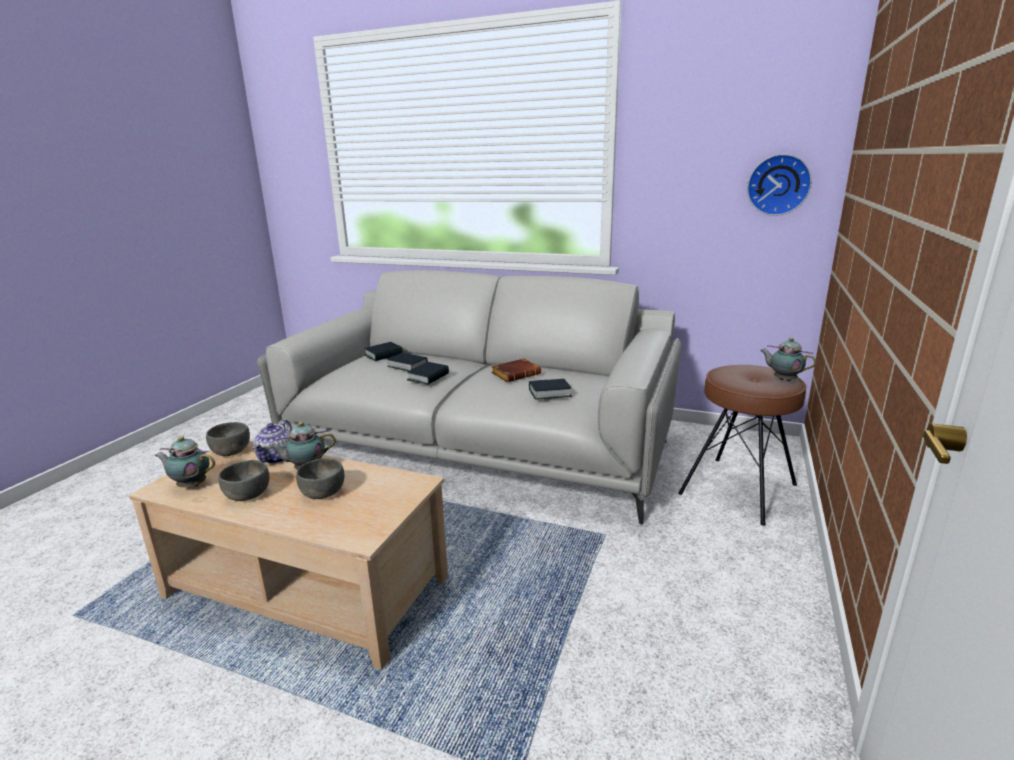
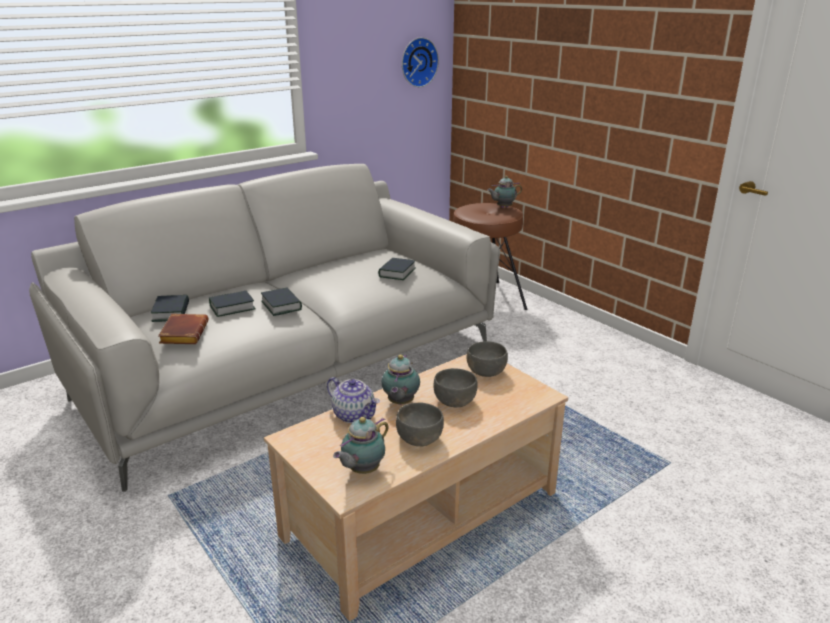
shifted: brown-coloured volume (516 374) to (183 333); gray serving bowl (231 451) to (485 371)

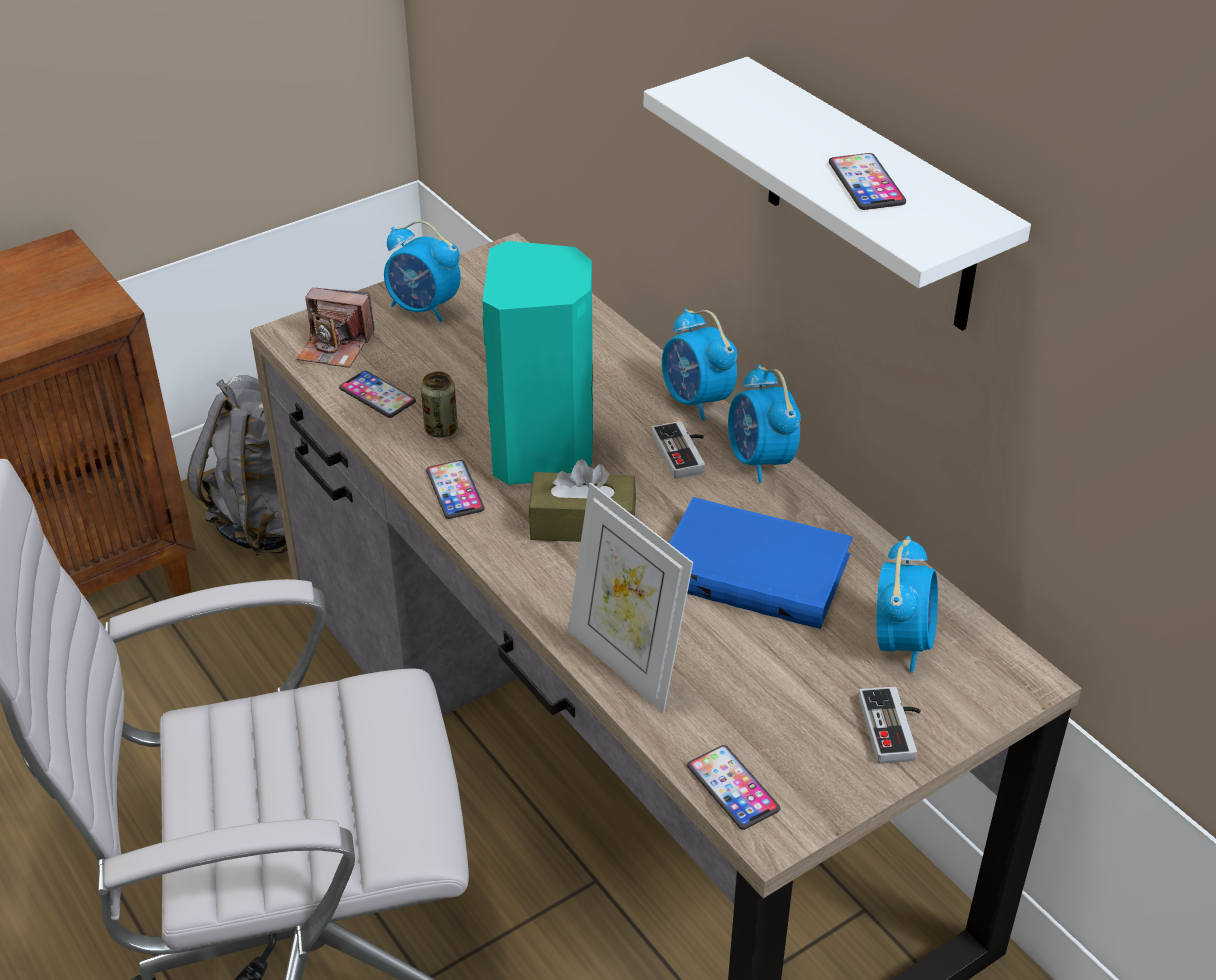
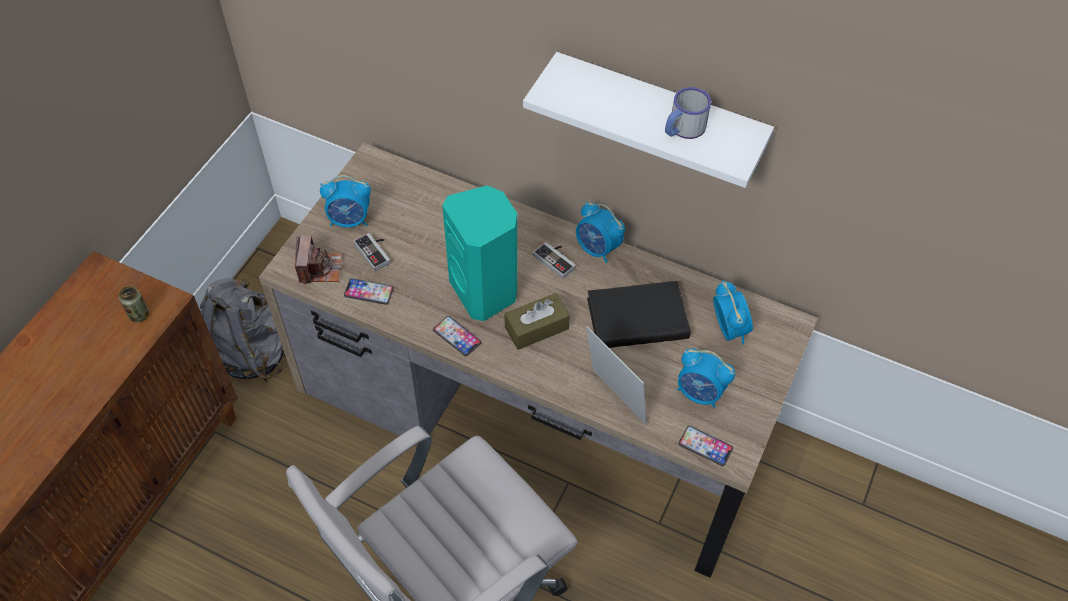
shifted: bedside clock (696 401) to (700 393); sealed can (441 429) to (139 315); gamepad (895 728) to (376 252)
swapped: phone (866 183) to mug (682 129)
repainted: bluish volume (756 568) to black-coloured volume (637 316)
rotated: still camera (336 347) = (320 268) 75 degrees counterclockwise; photo frame (626 663) = (613 401) 150 degrees counterclockwise

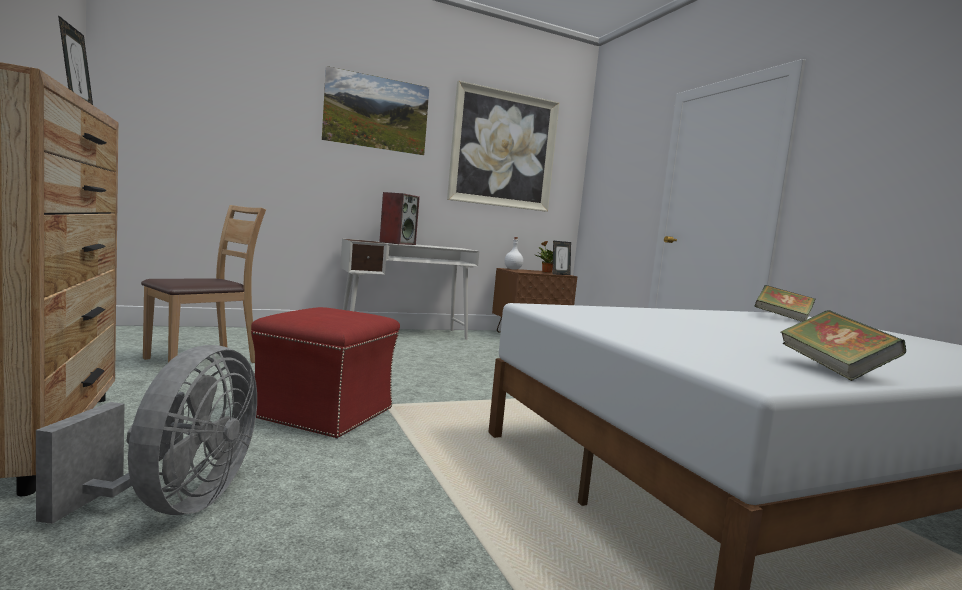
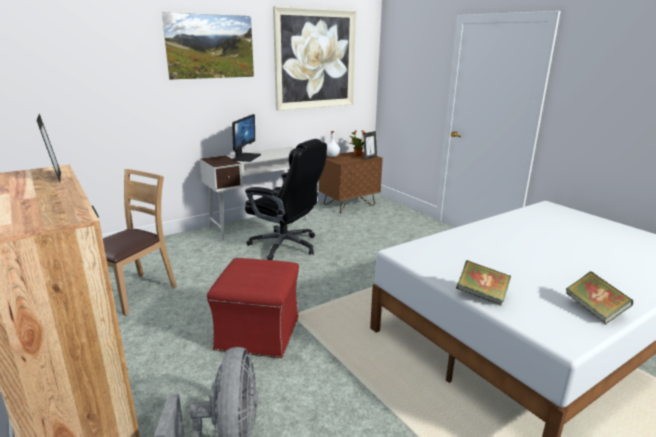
new: black-coloured computer chair (286 246)
shifted: volume (782 318) to (481 295)
swapped: speaker (397 243) to computer screen (246 157)

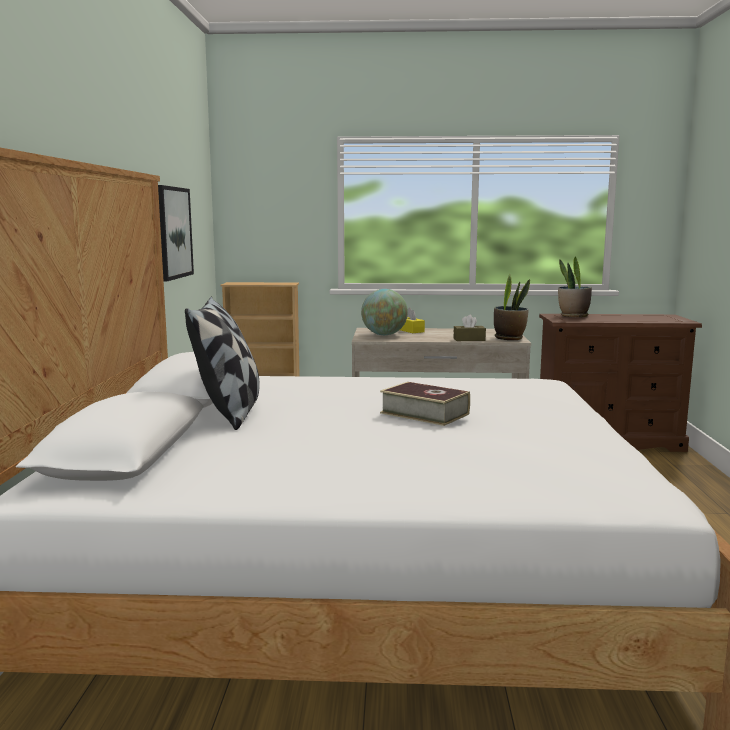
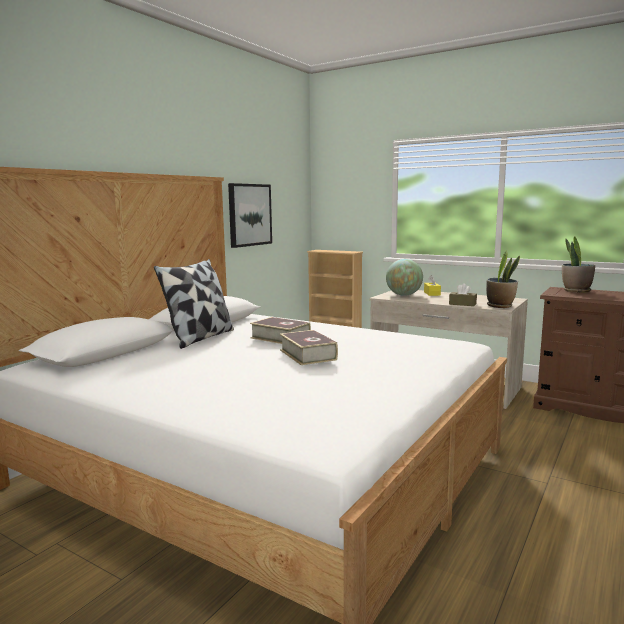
new: volume (280 338)

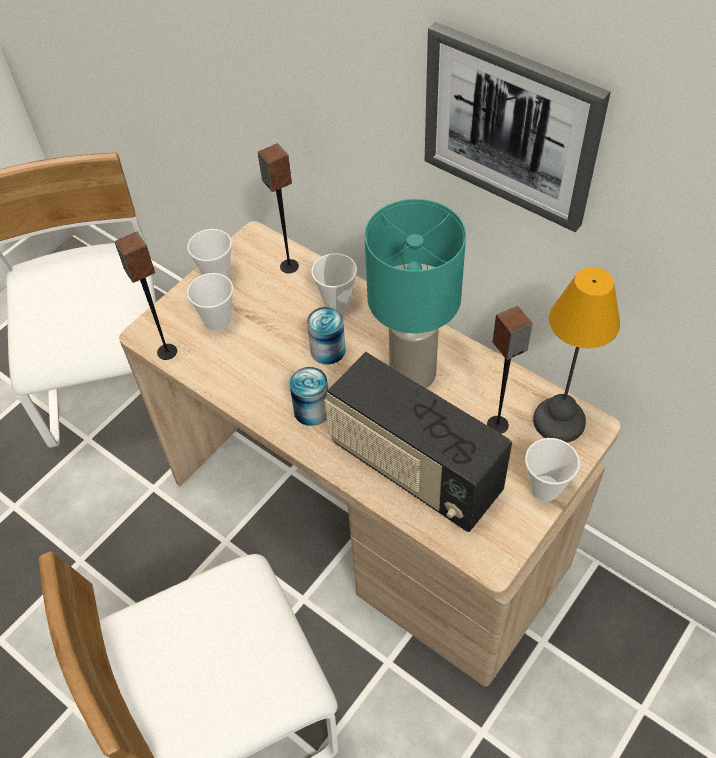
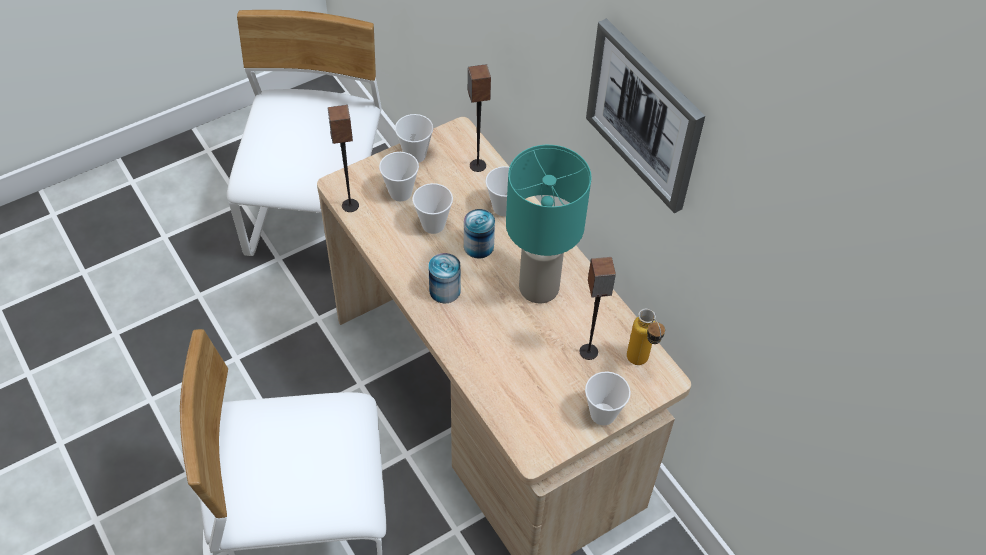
gone: radio receiver (413 469)
new: small cup (433 225)
swapped: tabletop lamp (558 419) to bottle (641 364)

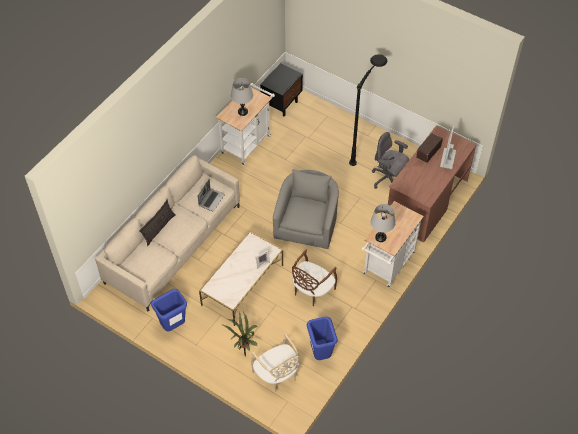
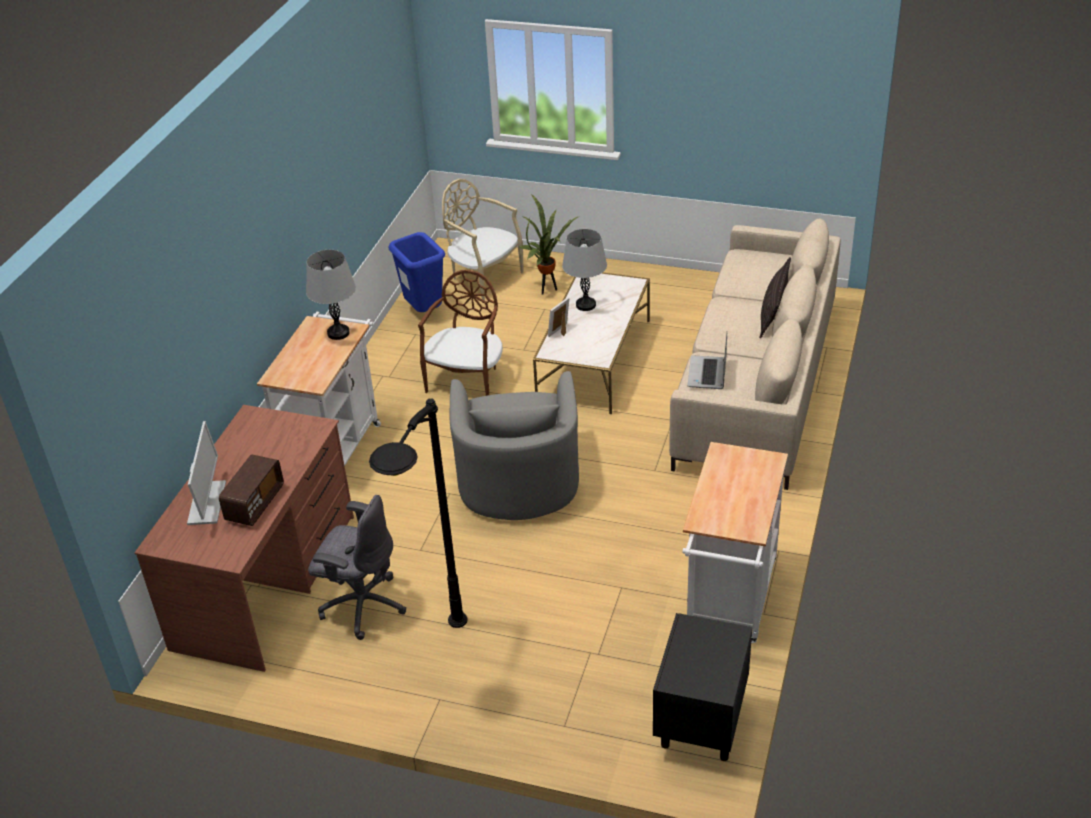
gone: bluish trash can (173 326)
shifted: gray tabletop lamp (242 112) to (586 305)

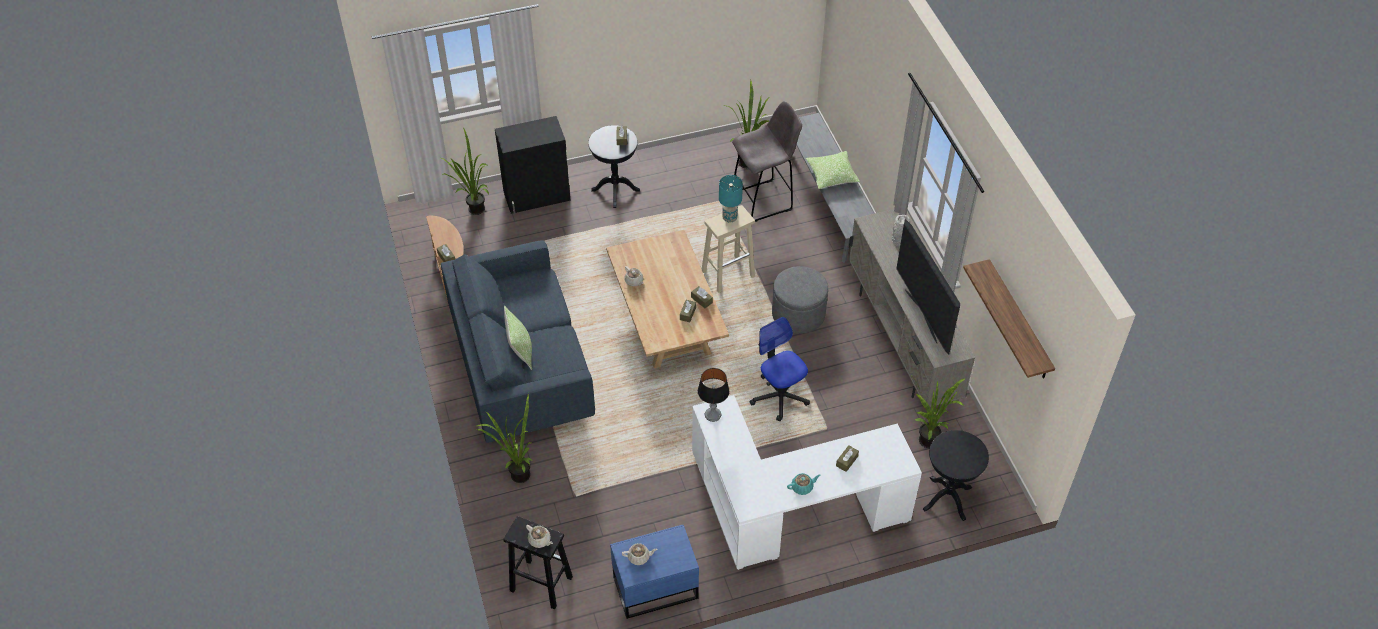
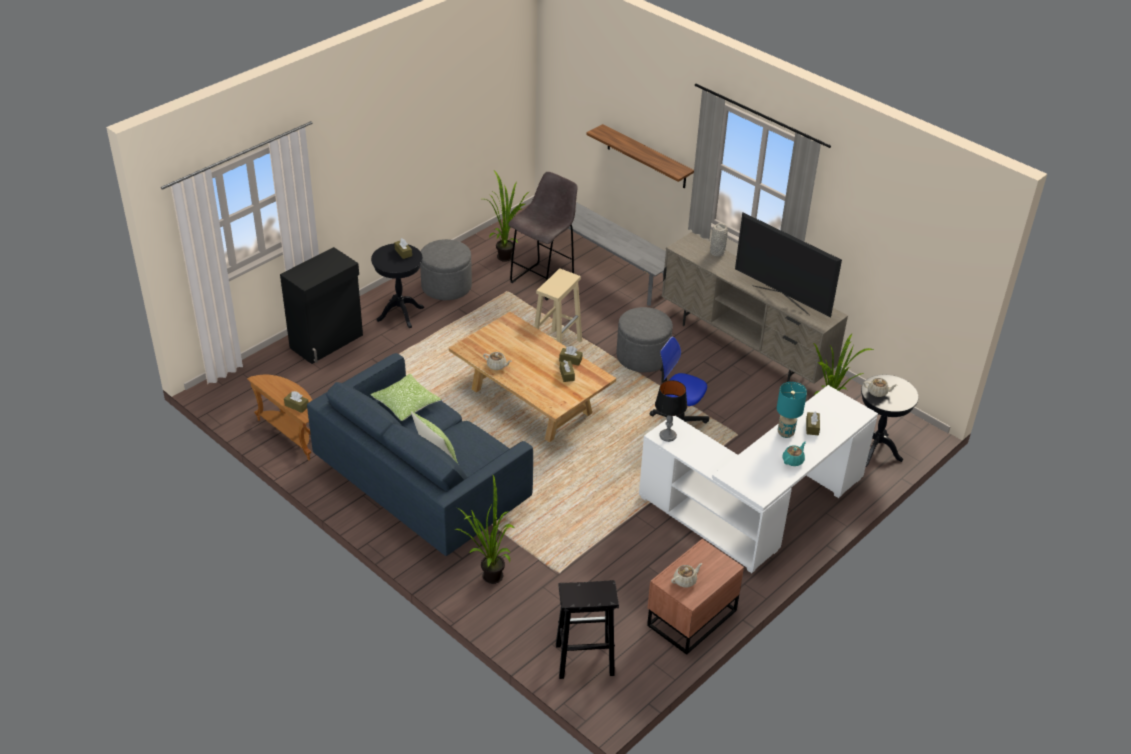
gone: plant in a pot (473 211)
new: gray ottoman (446 286)
shifted: throw pillow (832 175) to (406 404); blue-green tabletop lamp (730 218) to (786 433); bracket shelf (1018 321) to (646 157); beige-coloured tea pot (540 540) to (878 392)
repainted: bluish bedside table (654 586) to brown-coloured bedside table (689 618)

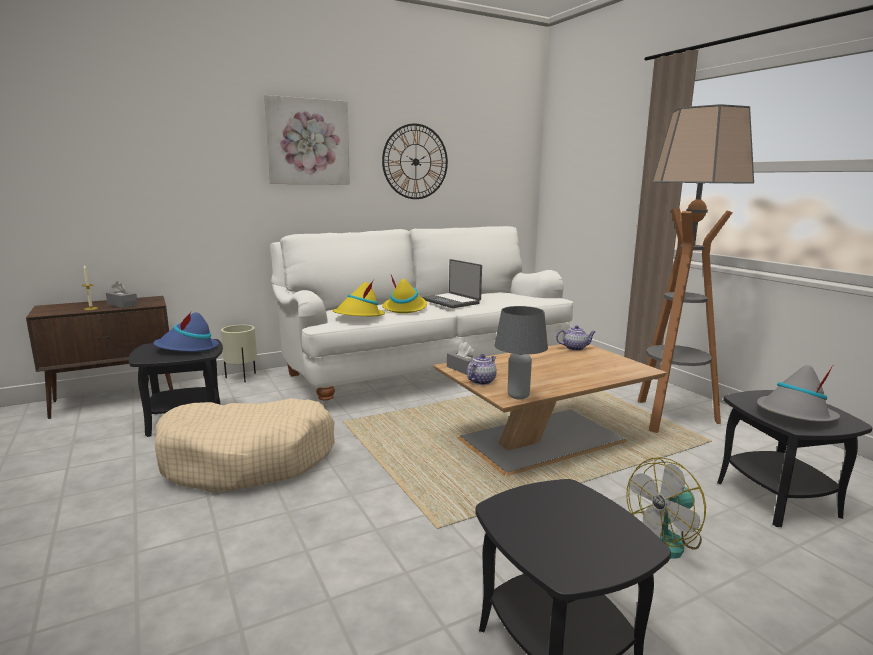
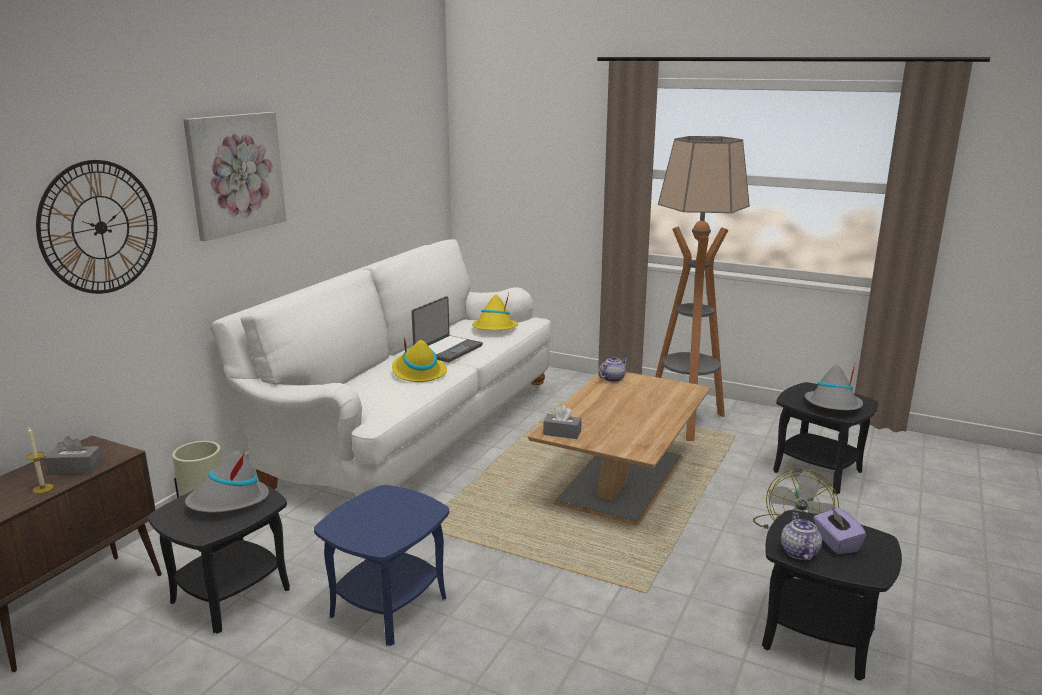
gone: gray tabletop lamp (518 396)
new: purple-coloured tissue box (836 543)
shifted: clock on the wall (415 162) to (100 227); yellow wearable hat (359 316) to (495 329); tea pot (481 381) to (798 551)
swapped: beige-coloured dog bed (248 460) to bluish accent table (388 607)
repainted: bluish wearable hat (187 348) to gray wearable hat (228 501)
rotated: portable computer (452 301) = (447 349) 75 degrees counterclockwise

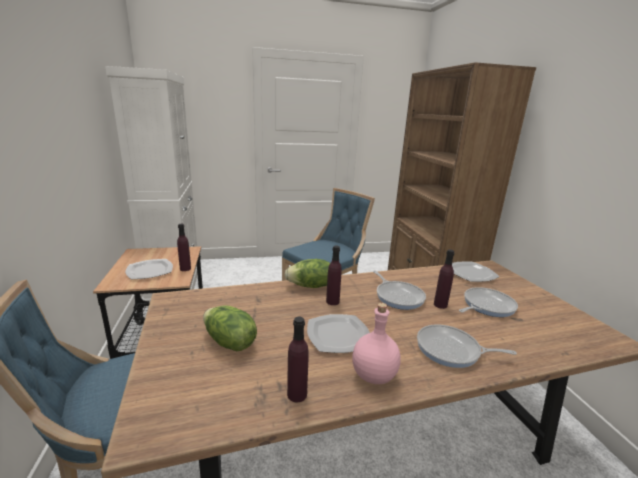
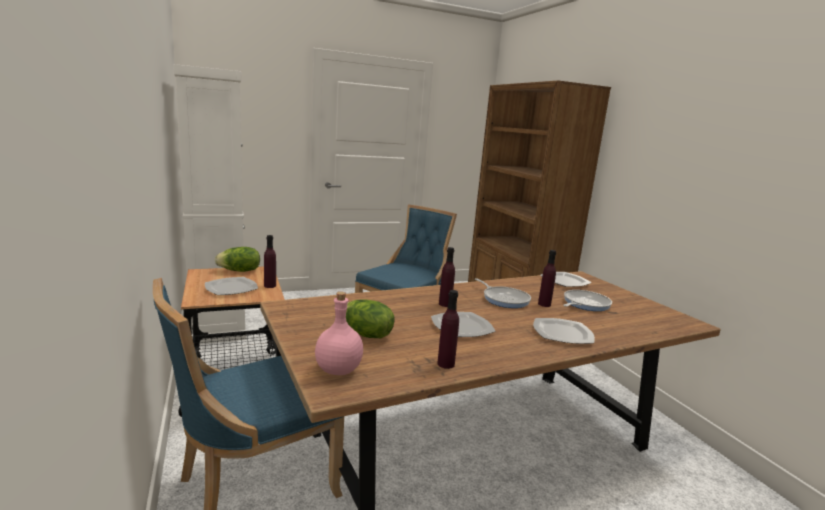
shifted: lettuce head (311 286) to (239 271); pinkish bottle (373 375) to (337 370)
swapped: frying pan (451 350) to dinner plate (563 333)

